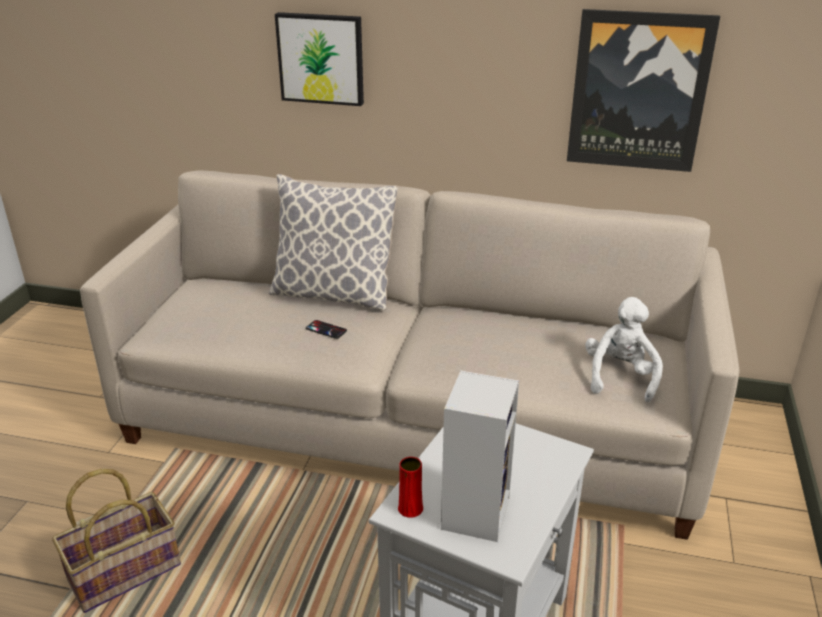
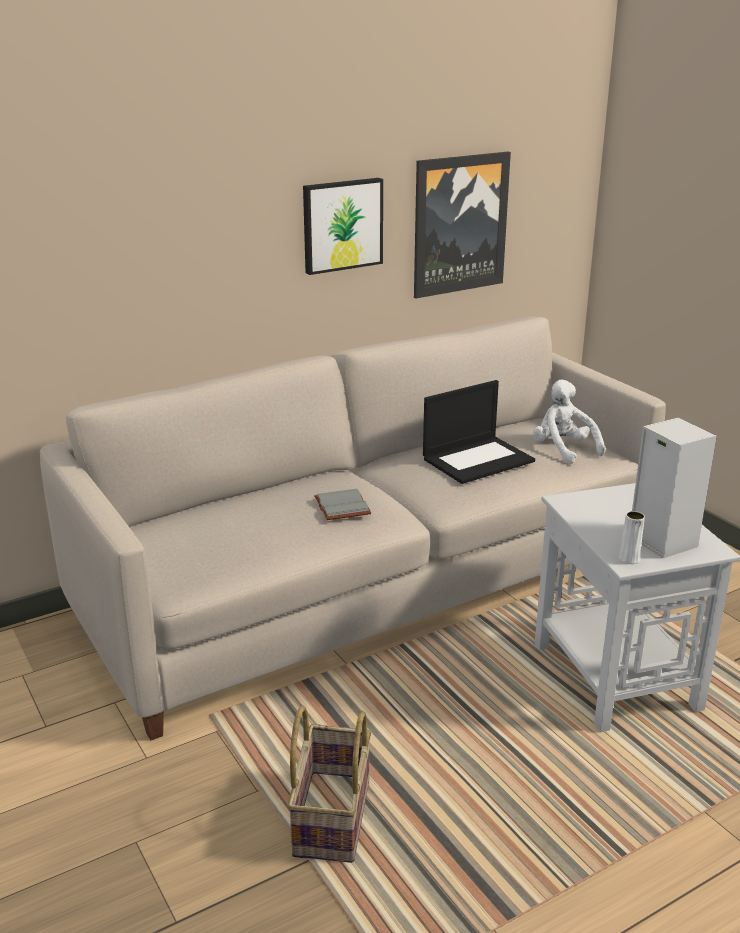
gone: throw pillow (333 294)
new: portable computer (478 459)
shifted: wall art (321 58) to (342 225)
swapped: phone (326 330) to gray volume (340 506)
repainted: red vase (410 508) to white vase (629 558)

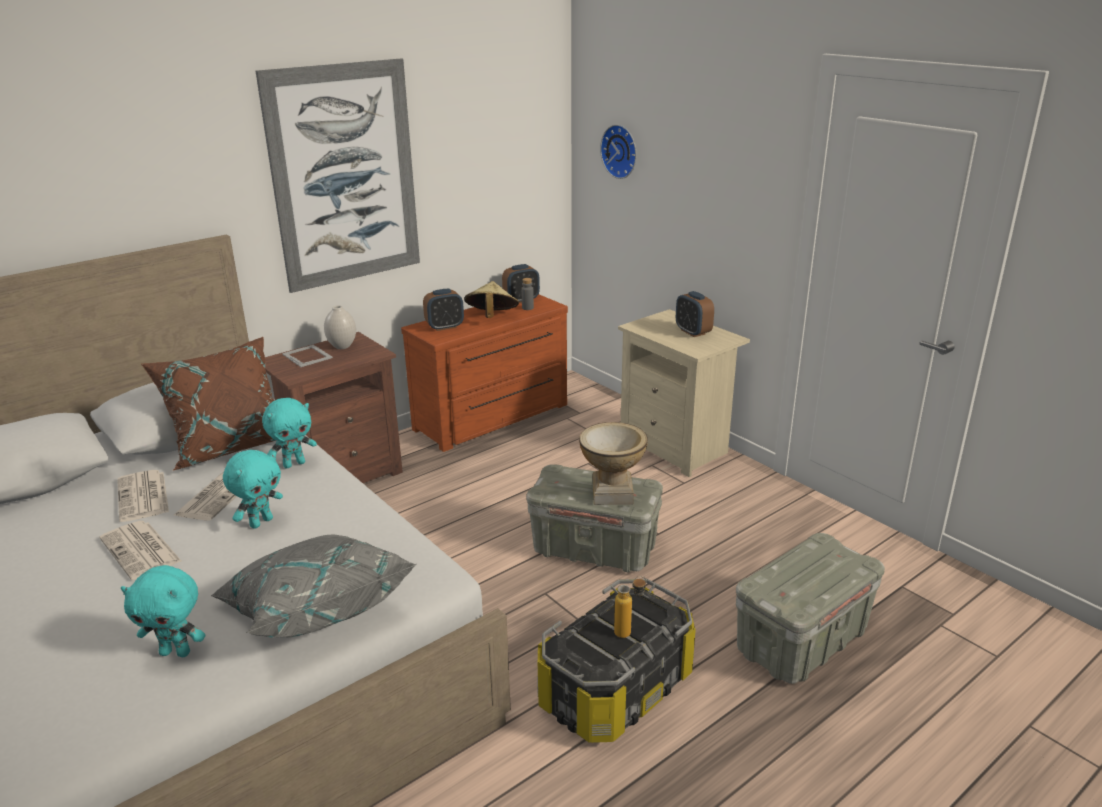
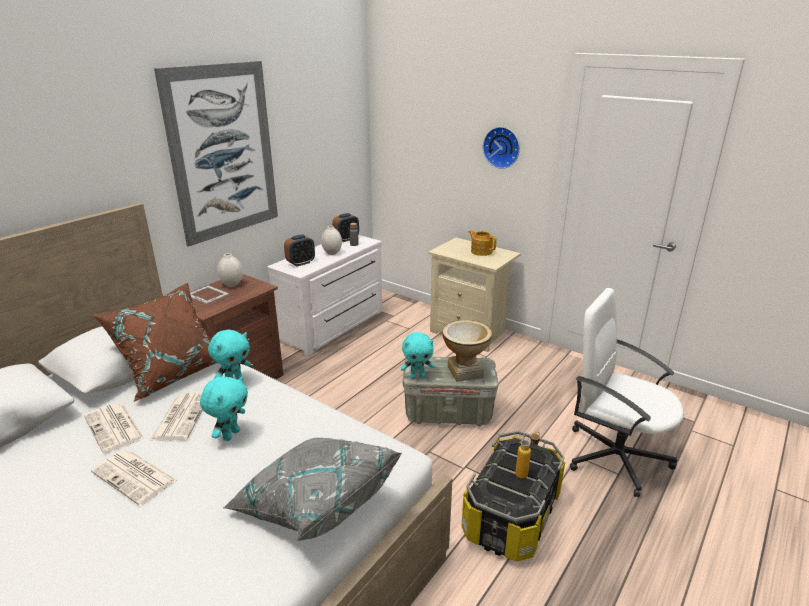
shifted: clock on the wall (621 151) to (502 147); blue-green soft toy (176 652) to (417 376)
swapped: beige-coloured wearable hat (491 317) to white vase (332 253); bedside clock (693 332) to tea pot (481 251); gray storage bin (801 640) to white computer chair (614 456)
repainted: brown-coloured drawer chest (494 418) to white drawer chest (334 326)

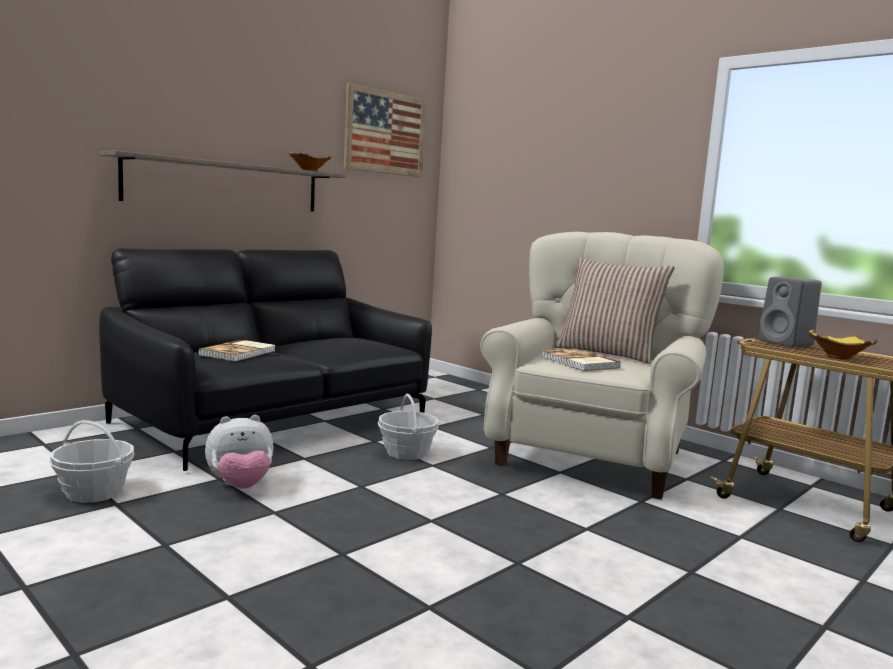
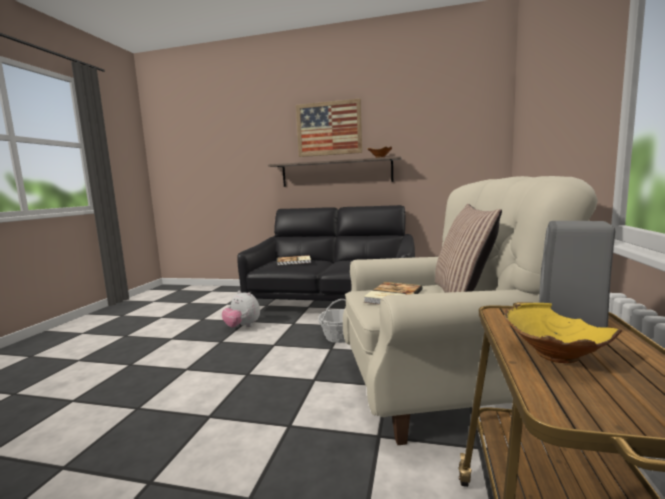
gone: storage basket (94 492)
shifted: wall art (385 133) to (329 128)

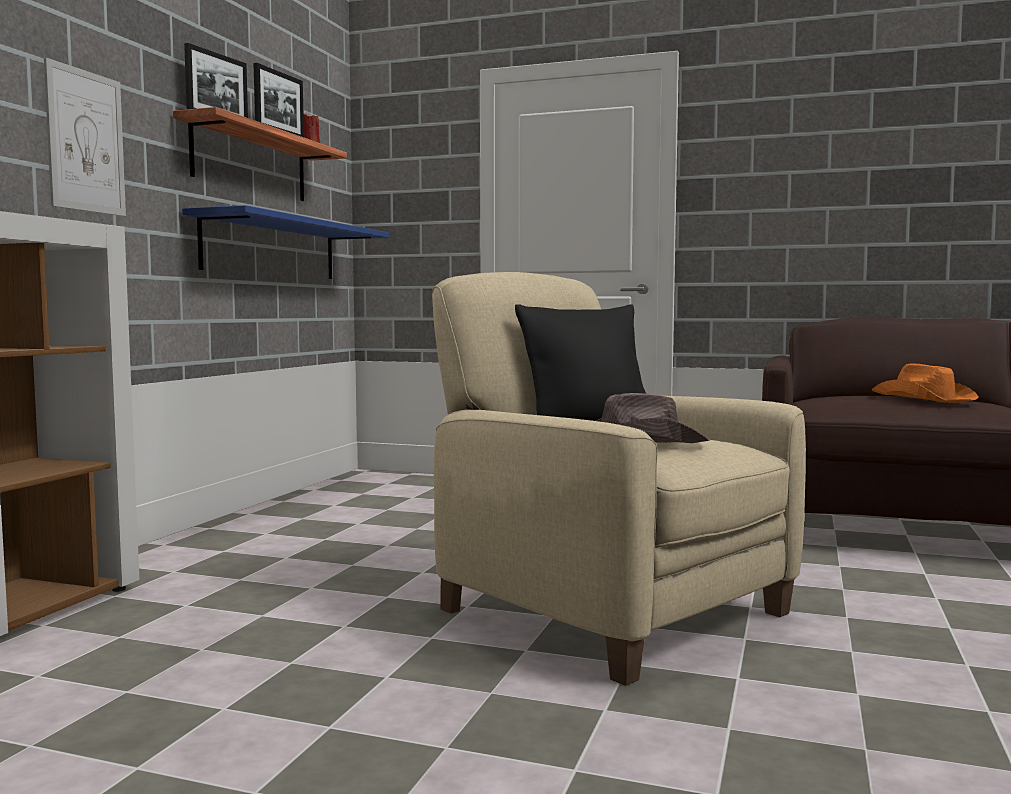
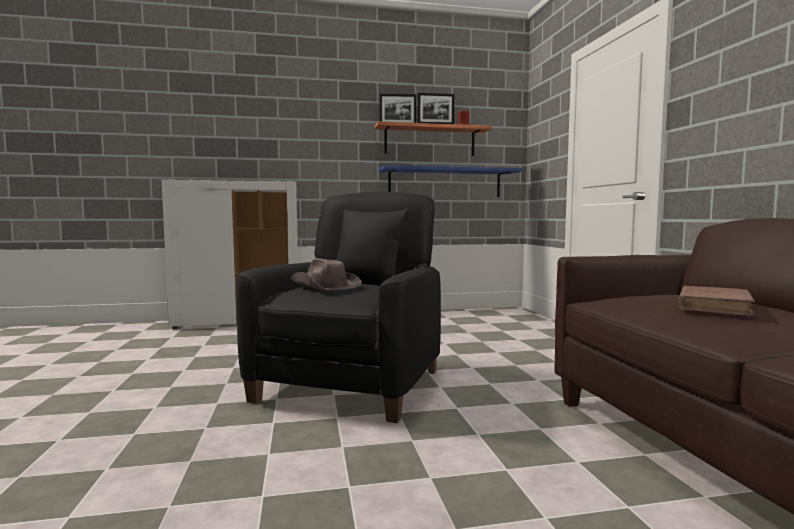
gone: wall art (86 141)
swapped: orange wearable hat (923 399) to brown-coloured volume (714 305)
repainted: beige-coloured lounge chair (609 610) to black-coloured lounge chair (351 384)

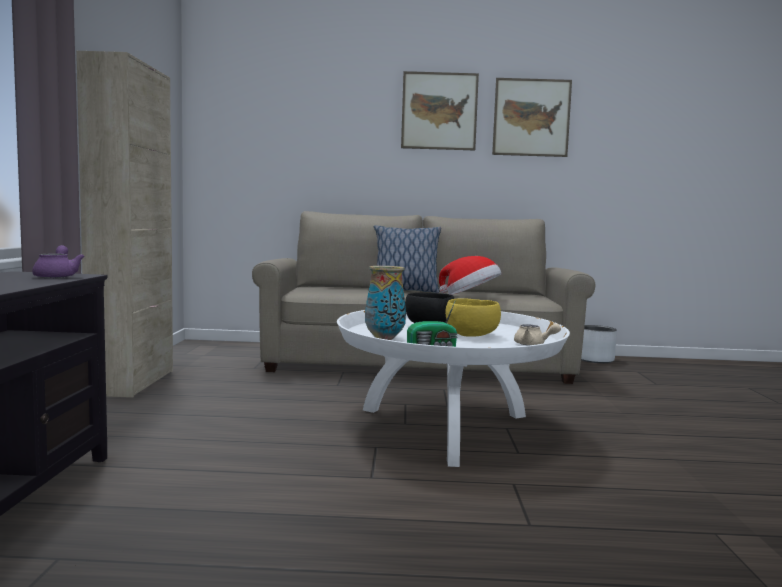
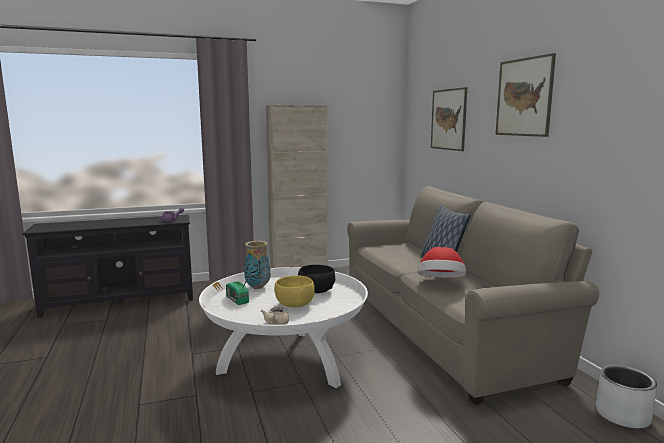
shifted: wall art (531 117) to (448 119)

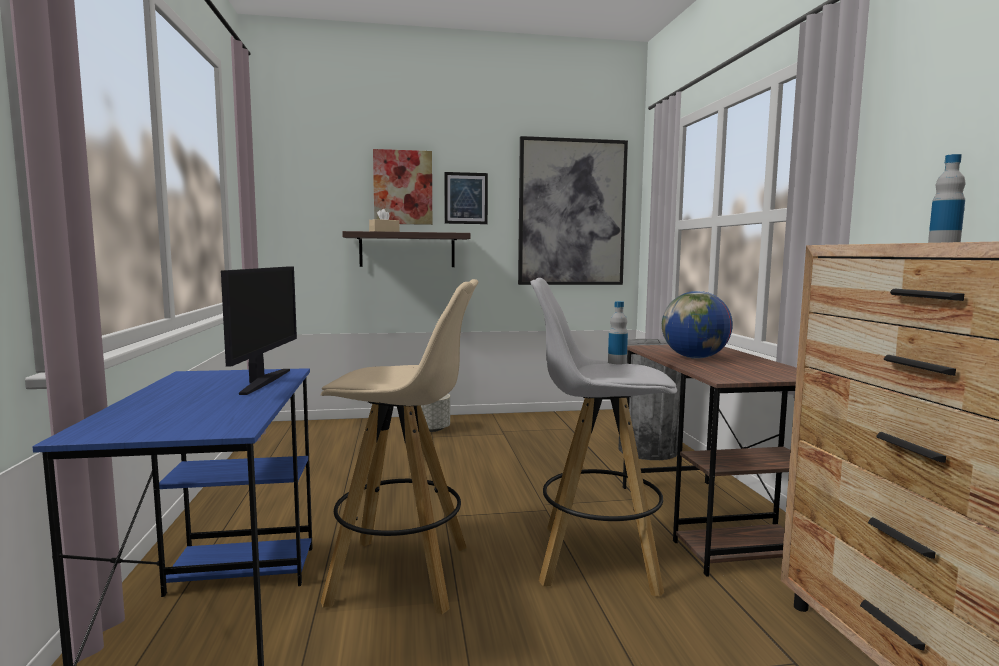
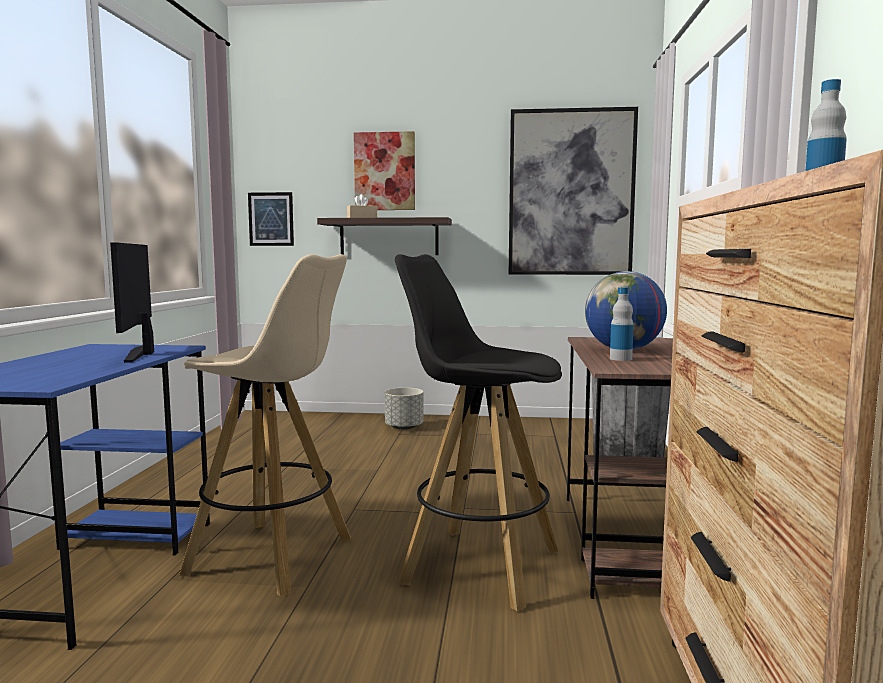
shifted: wall art (466 198) to (271 219); bottle (617 362) to (620 359)
repainted: white sitting stool (596 559) to black-coloured sitting stool (478 566)
rotated: computer screen (263 381) = (142 353) 150 degrees clockwise

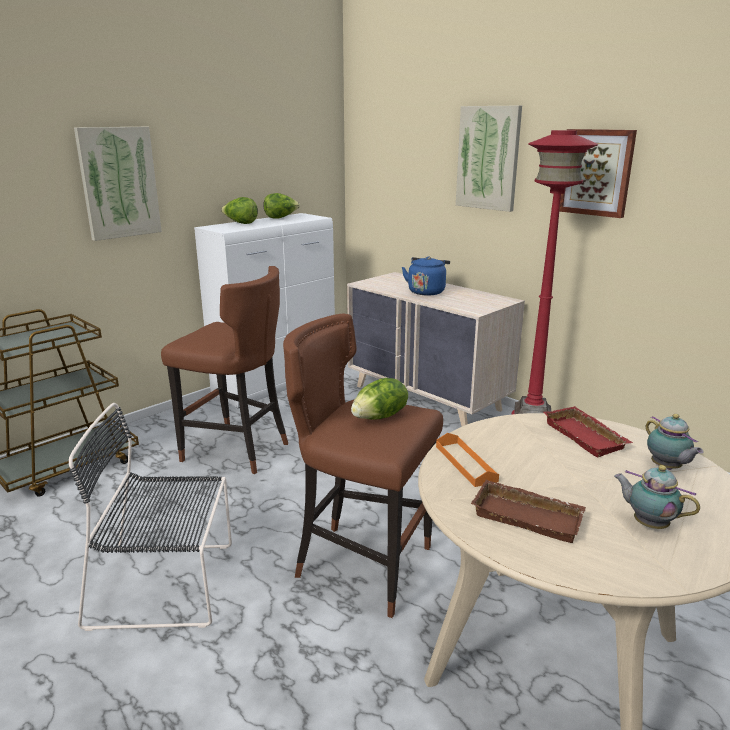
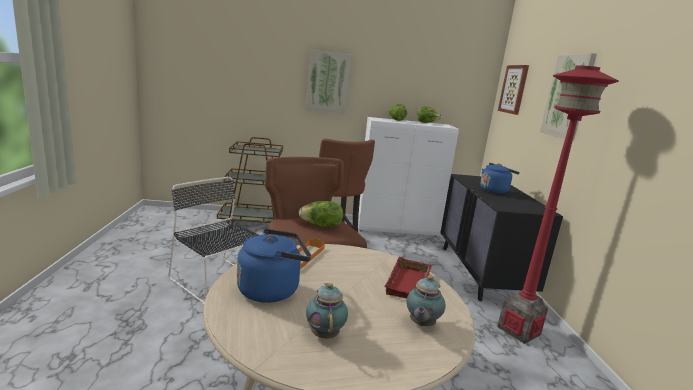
shifted: wall art (596 172) to (514 89)
swapped: brown-coloured tray (529 516) to bluish water kettle (272 290)
repainted: beige-coloured drawer chest (427 398) to black-coloured drawer chest (481 273)

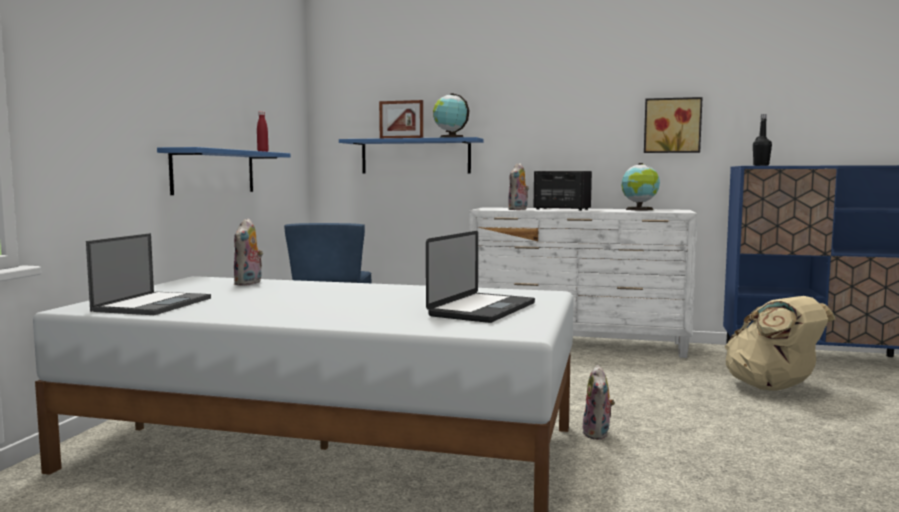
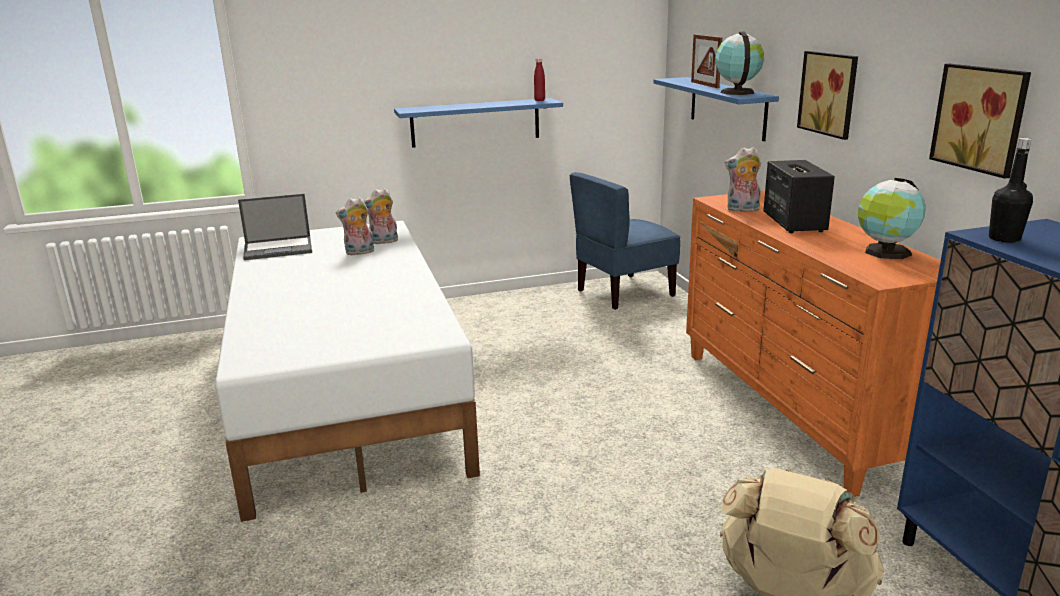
gone: portable computer (482 309)
new: wall art (830 93)
shifted: soft toy (598 434) to (359 253)
repainted: white drawer chest (578 344) to orange drawer chest (793 410)

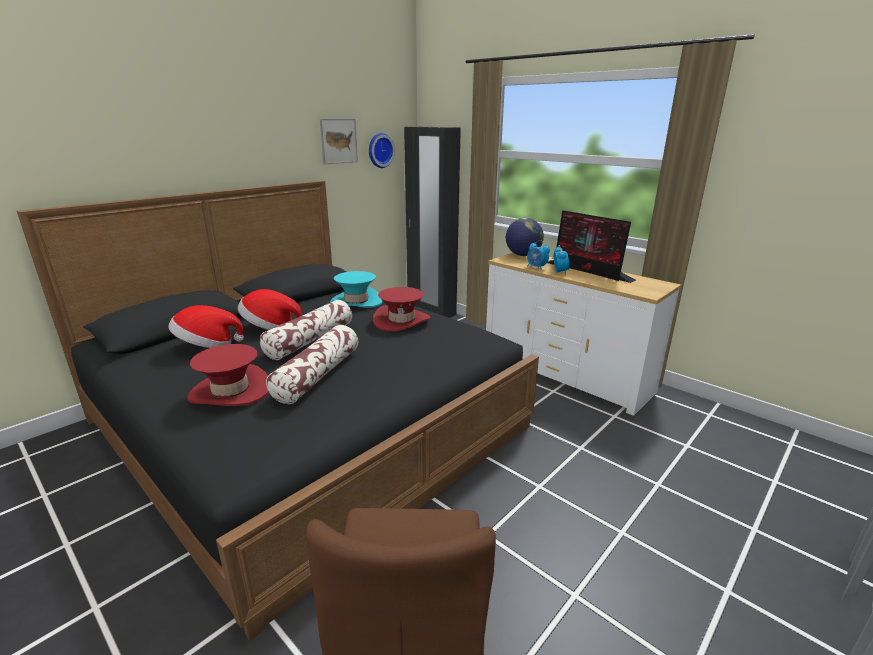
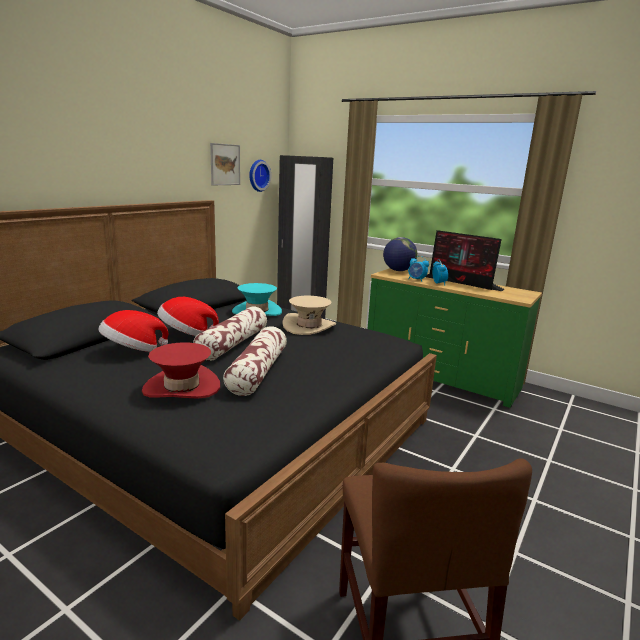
repainted: white drawer chest (565 374) to greenish drawer chest (440 376); red wearable hat (401 321) to beige-coloured wearable hat (309 326)

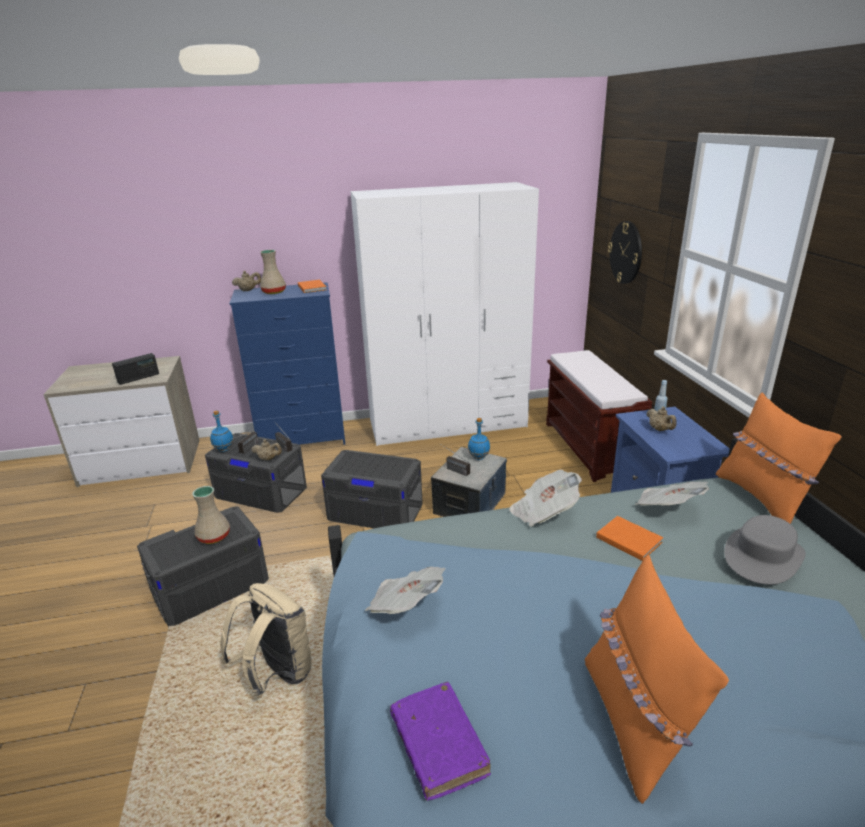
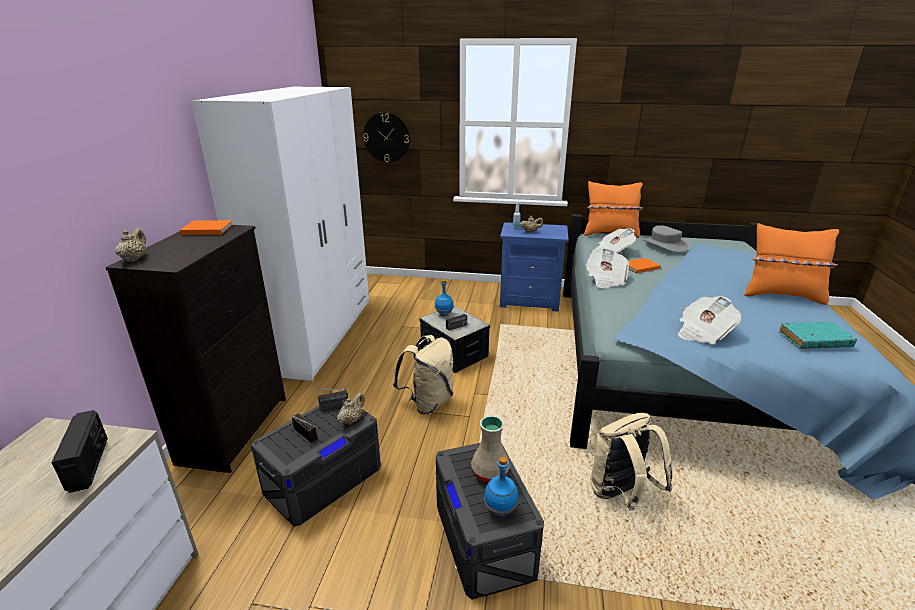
gone: beige-coloured vase (274 292); brown-coloured bench (589 448)
shifted: bluish bottle (224 449) to (500 510)
swapped: gray storage bin (375 511) to beige-coloured backpack (428 402)
repainted: bluish drawer chest (303 439) to black-coloured drawer chest (236 429); purple-coloured volume (438 745) to blue-green volume (814 341)

